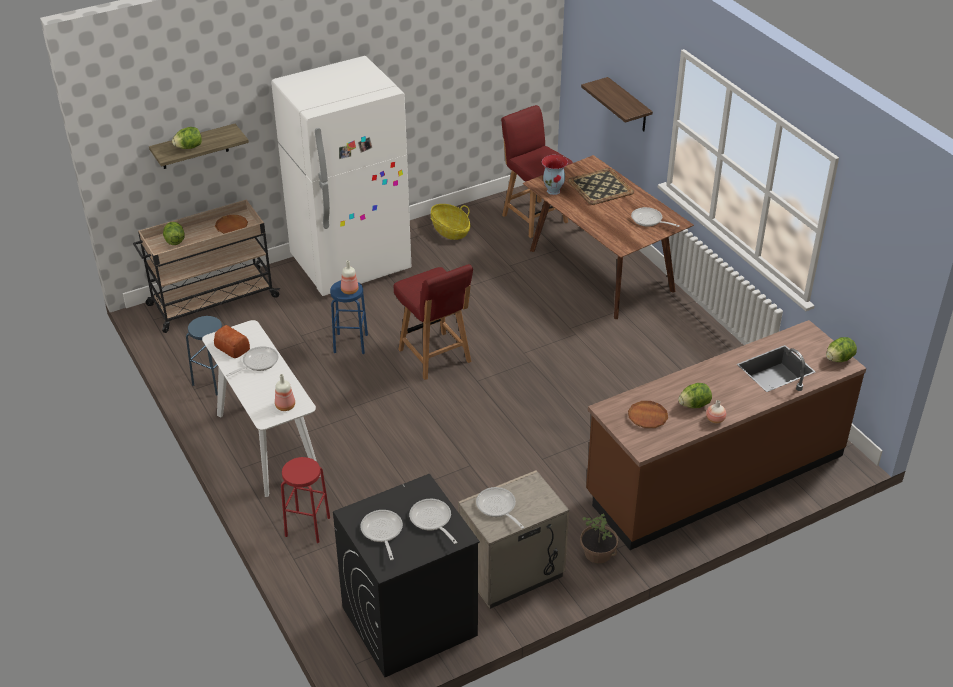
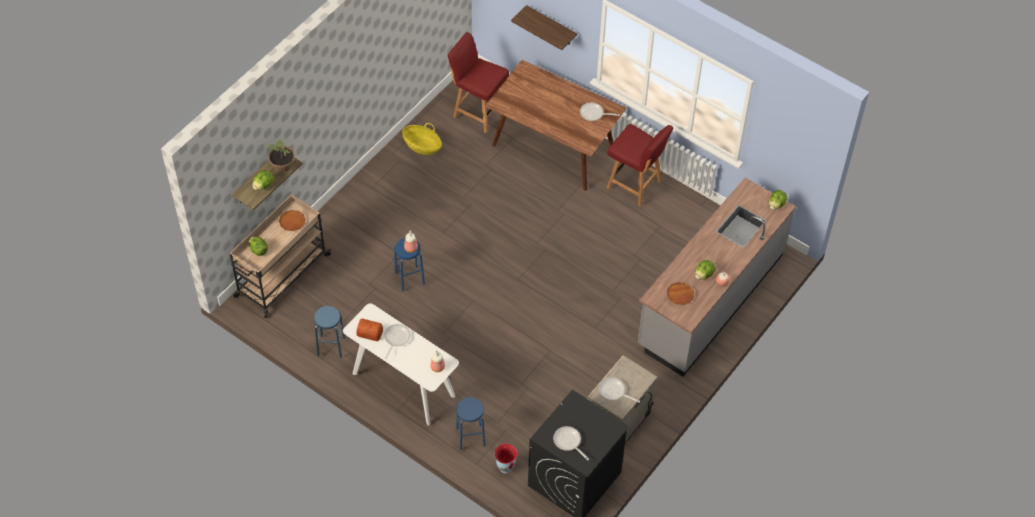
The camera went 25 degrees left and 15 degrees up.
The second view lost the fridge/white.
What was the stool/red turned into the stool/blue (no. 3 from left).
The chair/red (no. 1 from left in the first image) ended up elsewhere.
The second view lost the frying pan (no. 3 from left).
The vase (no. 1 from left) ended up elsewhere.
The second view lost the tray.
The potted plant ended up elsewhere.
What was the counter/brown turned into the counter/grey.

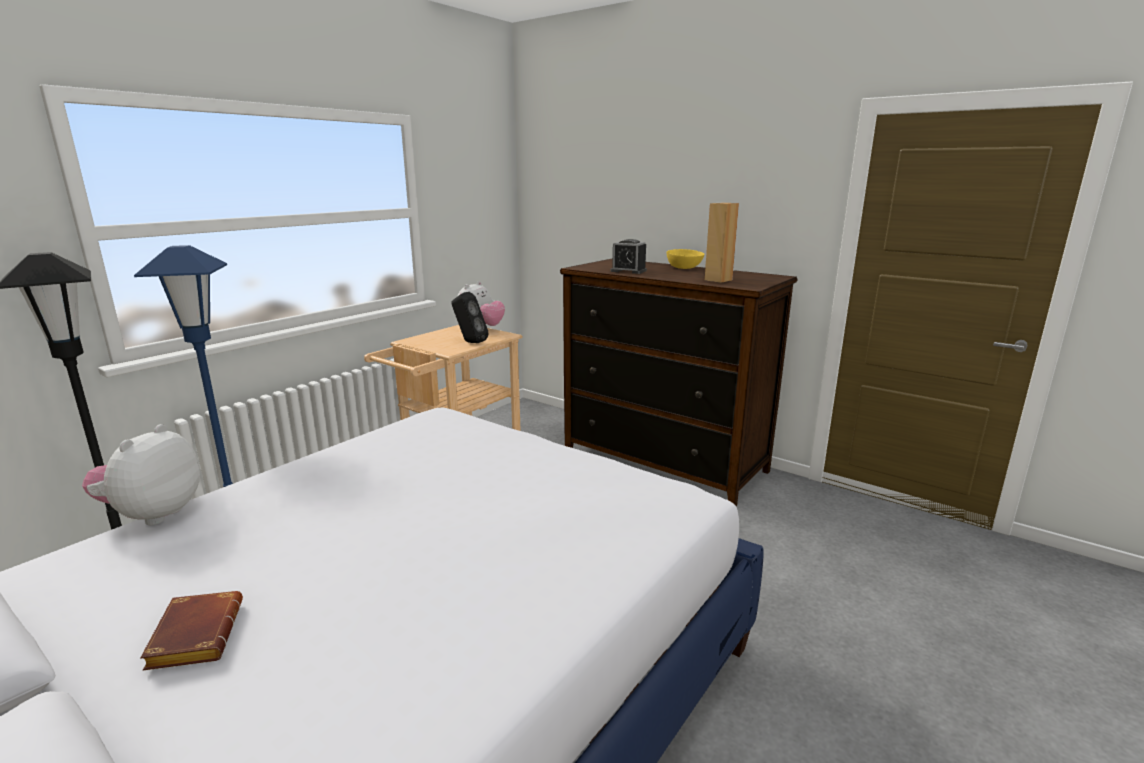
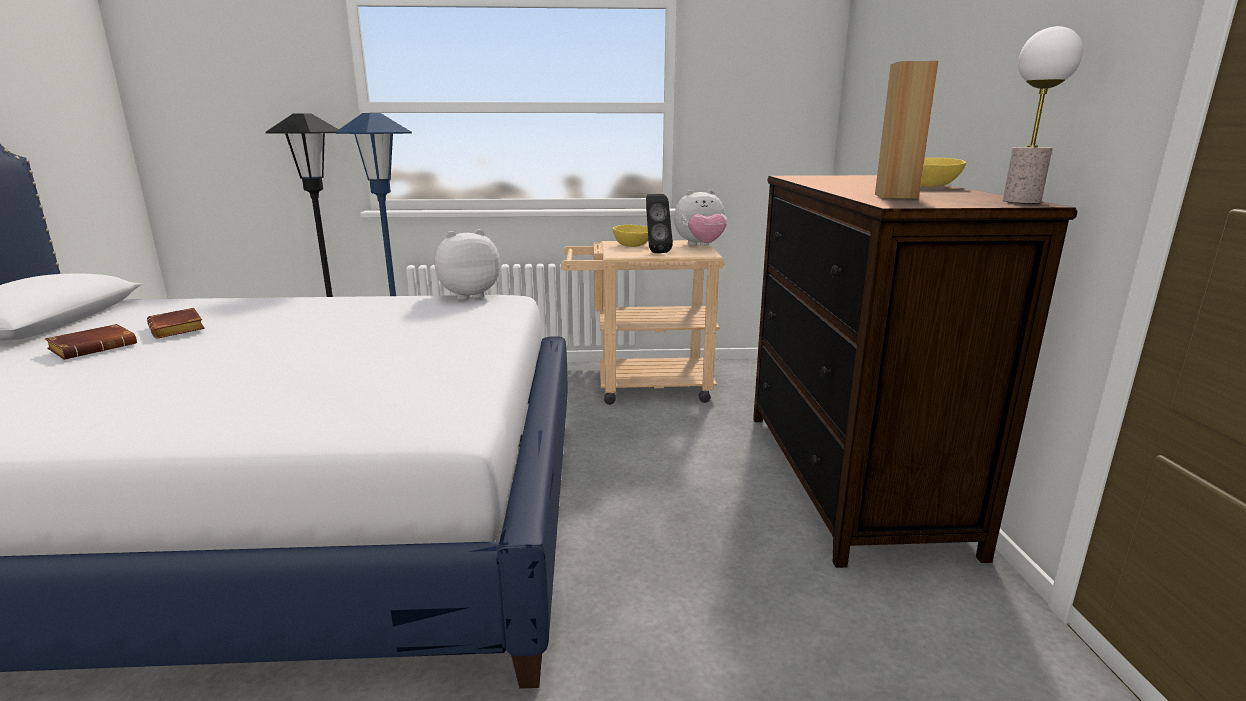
The camera went 50 degrees right and 0 degrees up.
The plush toy (no. 1 from left) ended up elsewhere.
The second view lost the alarm clock.
The second view gained the book/brown (no. 2 from left).
The second view gained the bowl/yellow (no. 1 from left).
The second view gained the table lamp.

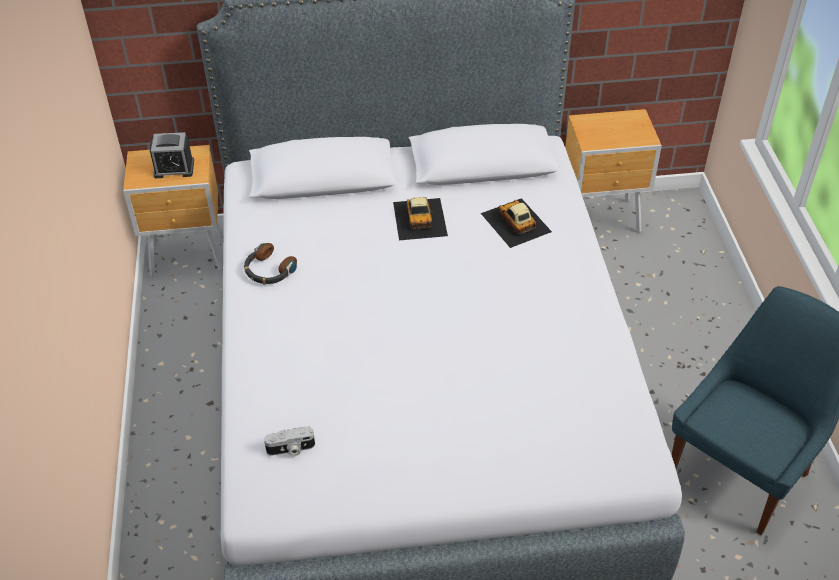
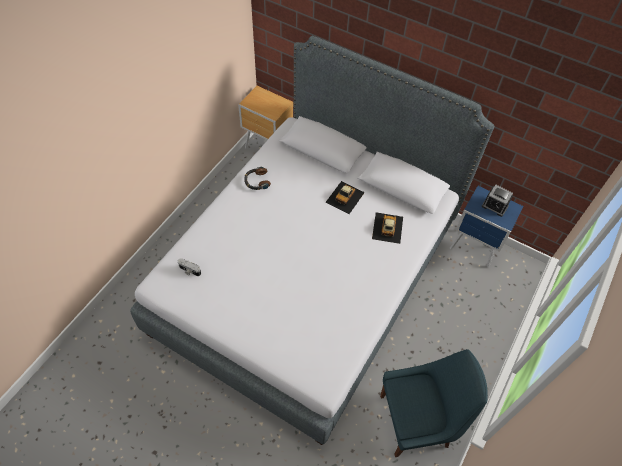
The camera went 35 degrees right and 10 degrees up.
The alarm clock ended up elsewhere.
What was the nightstand/brown (no. 2 from left) turned into the nightstand/blue.

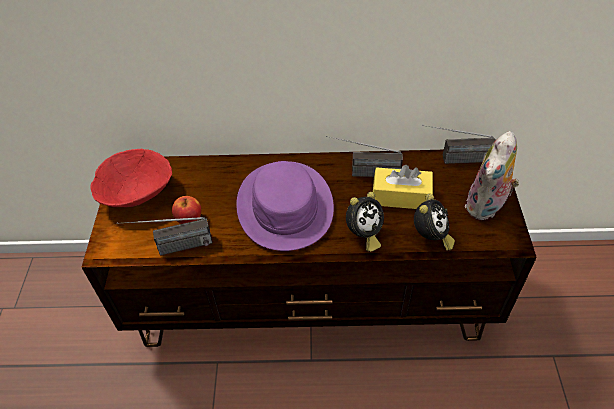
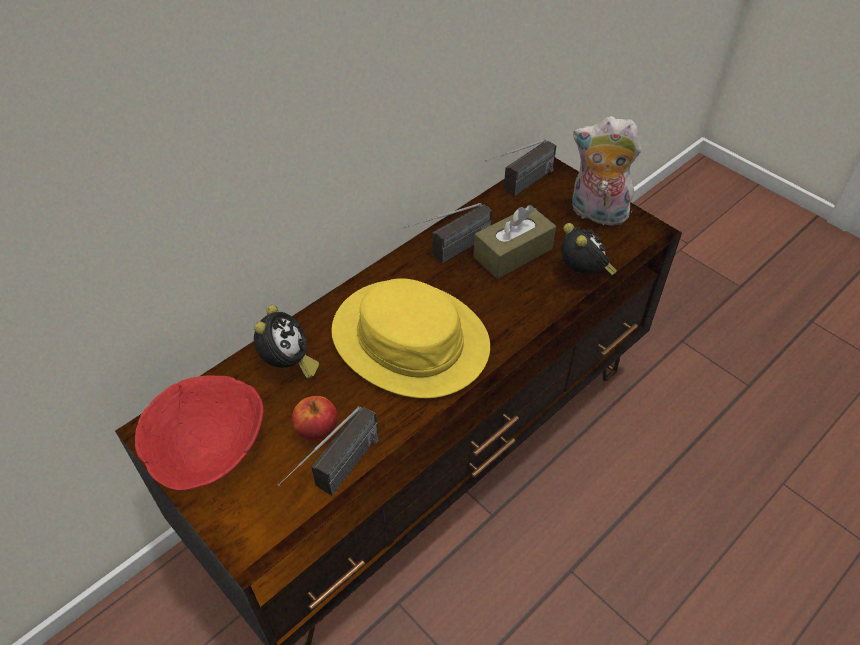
The camera went 45 degrees left and 0 degrees up.
What was the hat/purple turned into the hat/yellow.
The alarm clock (no. 1 from left) ended up elsewhere.
What was the tissue box/yellow turned into the tissue box/brown.
The plush toy ended up facing another way, 120 degrees clockwise from before.

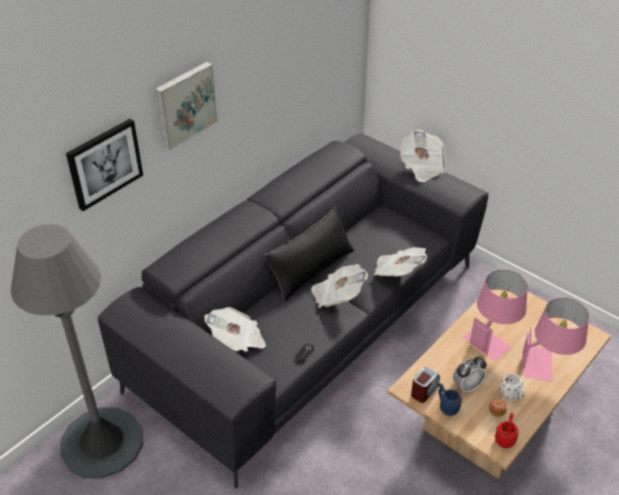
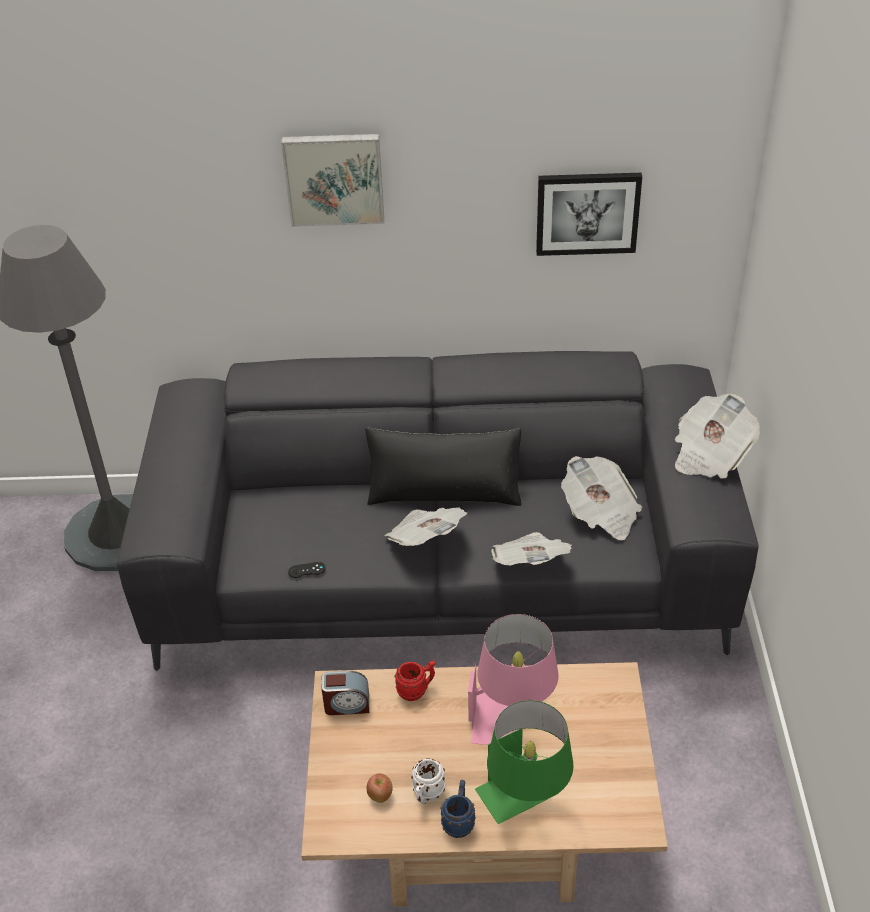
The camera went 50 degrees right and 0 degrees up.
The picture (no. 1 from left in the first image) ended up elsewhere.
The newspaper (no. 1 from left in the first image) ended up elsewhere.
The mug/blue ended up elsewhere.
The second view lost the alarm clock (no. 2 from left).
The mug/red ended up elsewhere.
What was the table lamp/pink (no. 2 from left) turned into the table lamp/green.

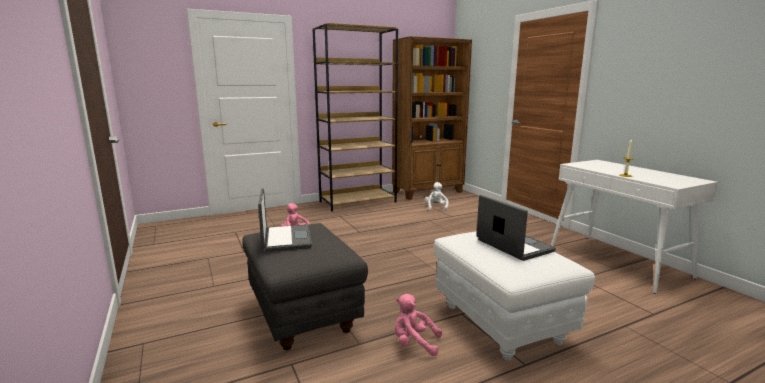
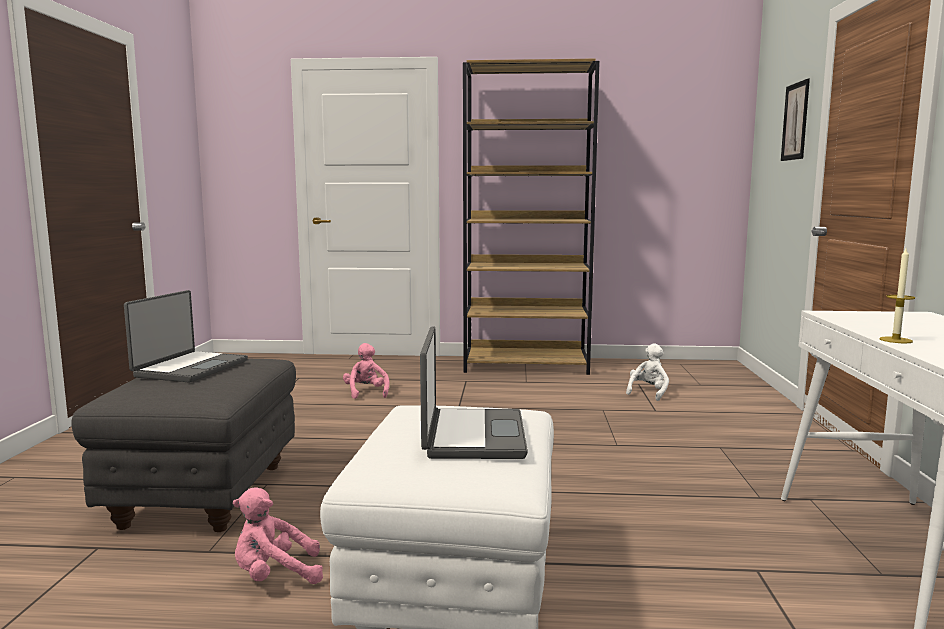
The camera went 30 degrees right and 5 degrees down.
The second view lost the bookcase/brown (no. 2 from left).
The plush toy/pink (no. 2 from left in the first image) ended up facing another way, 60 degrees counterclockwise from before.
The second view gained the picture.

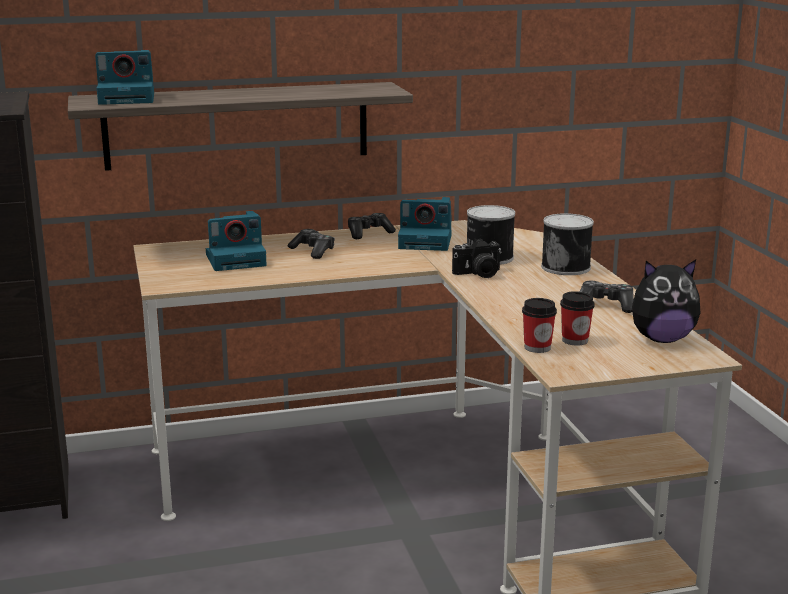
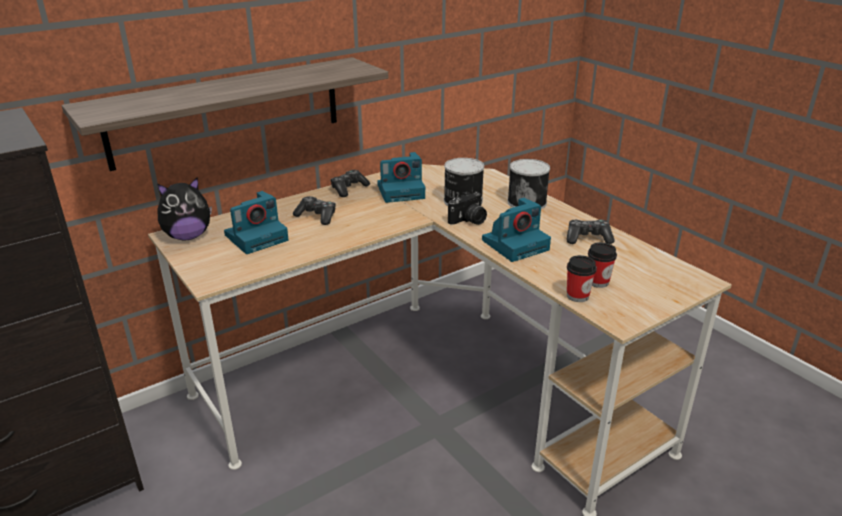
The camera went 20 degrees left and 10 degrees up.
The photo camera (no. 1 from left in the first image) ended up elsewhere.
The plush toy ended up elsewhere.

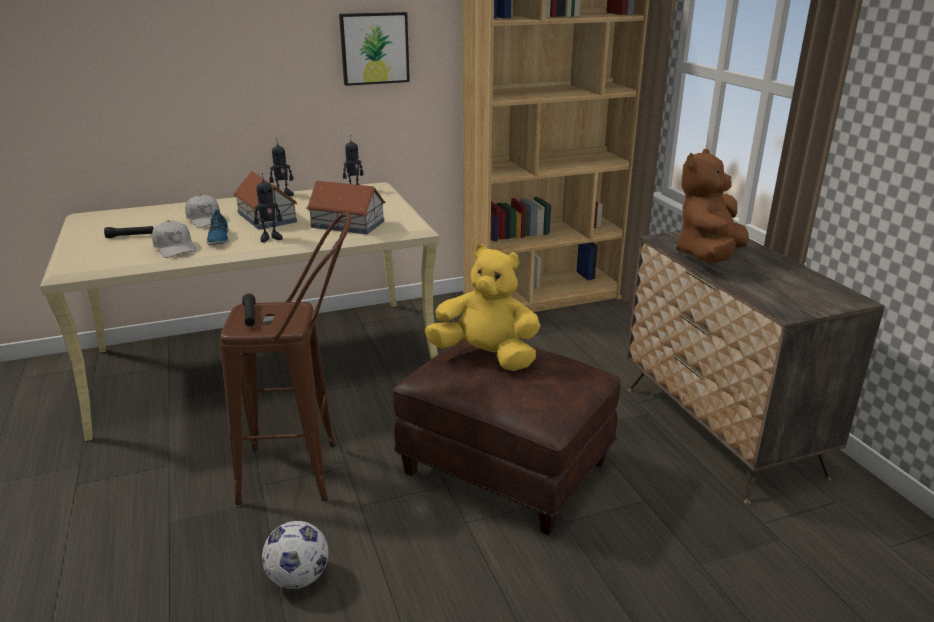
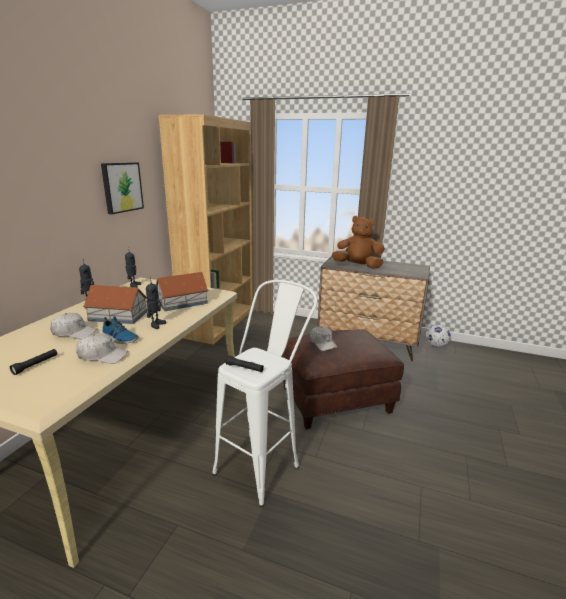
The camera went 50 degrees left and 5 degrees down.
What was the stool/brown turned into the stool/white.
The football ended up elsewhere.
Where the plush toy/yellow stood, the cap/white (no. 3 from left) came to stand.
The plush toy/brown ended up facing another way, 120 degrees clockwise from before.

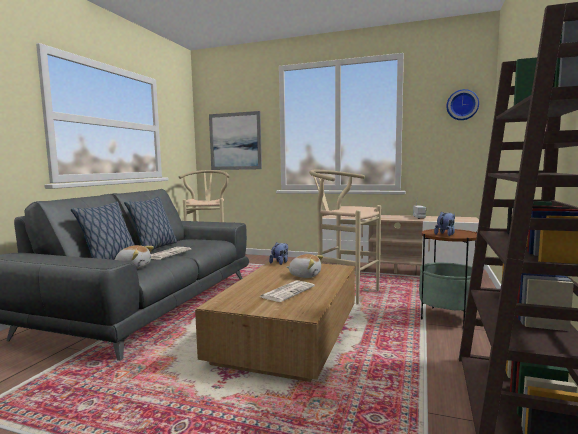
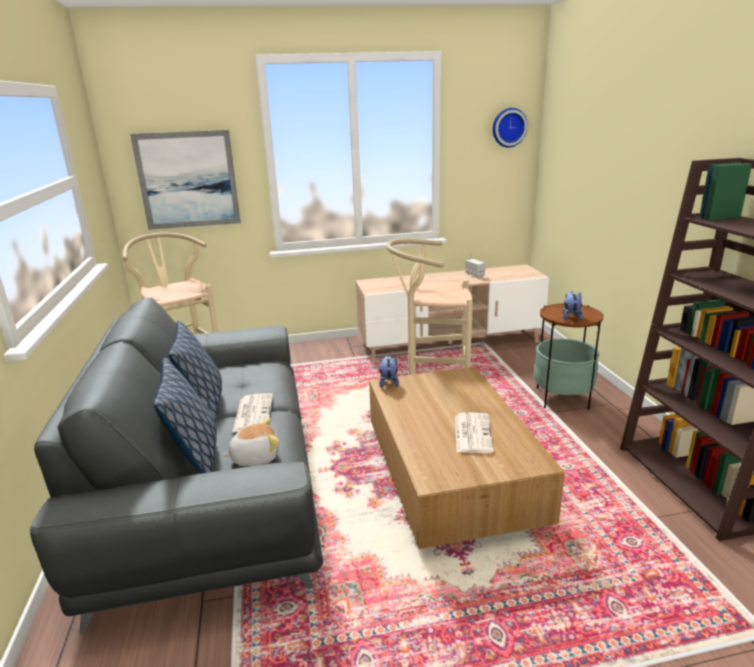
The camera went 30 degrees left and 15 degrees up.
The second view lost the plush toy (no. 3 from left).

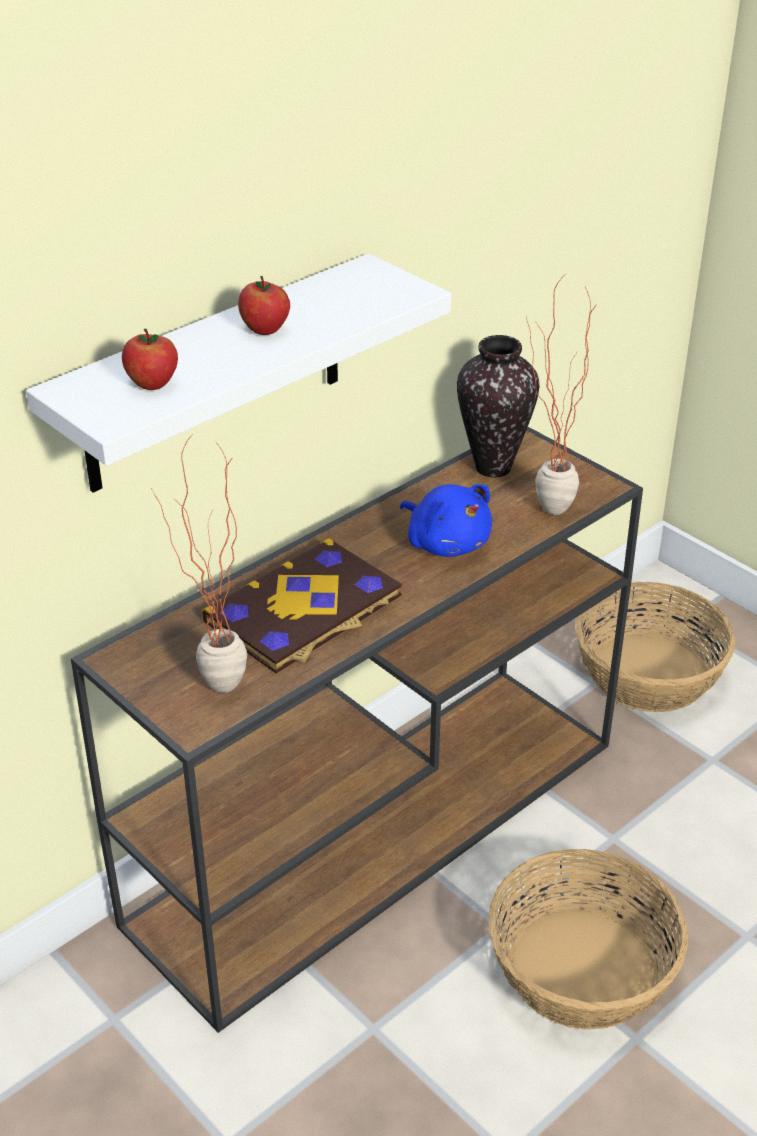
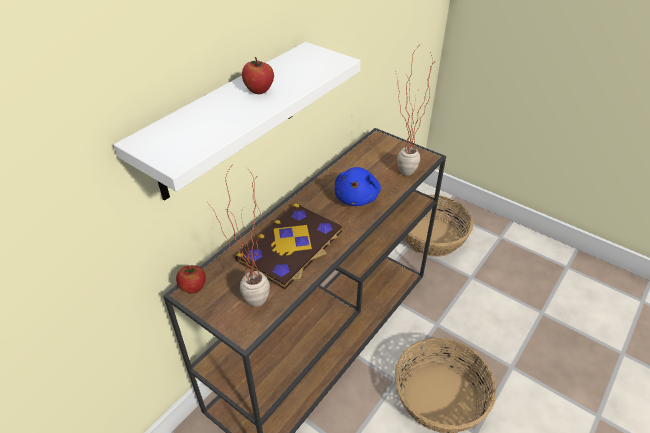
The camera went 10 degrees left and 5 degrees up.
The apple (no. 1 from left) ended up elsewhere.
The plush toy/blue ended up facing another way, 60 degrees clockwise from before.
The second view lost the vase.

